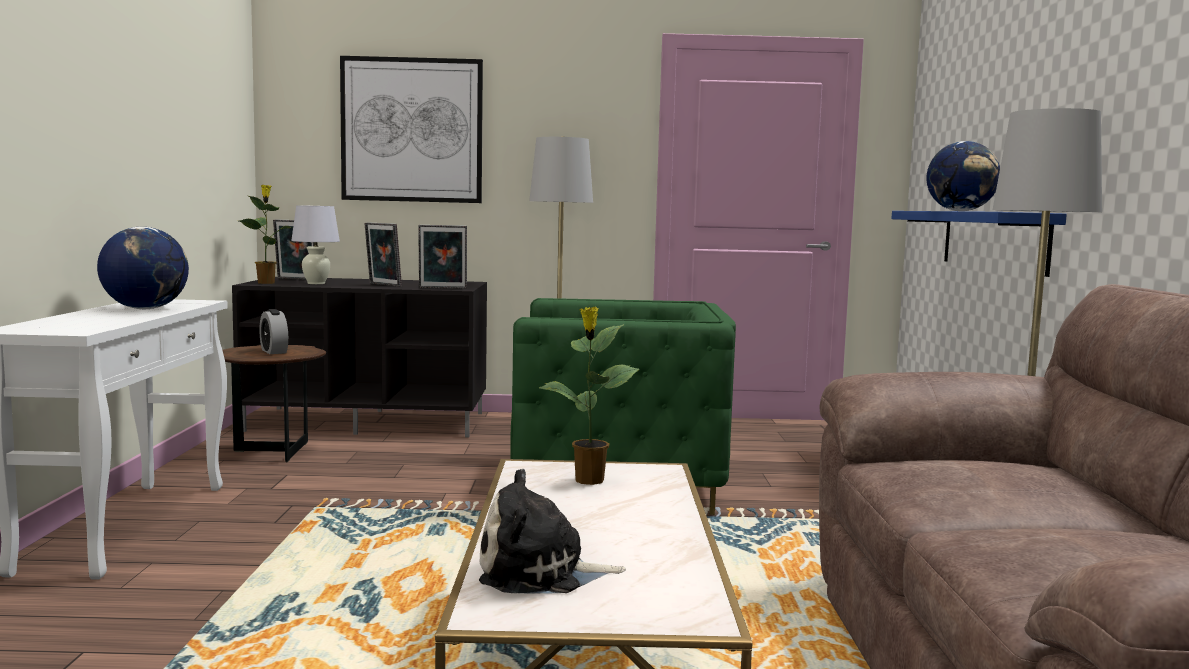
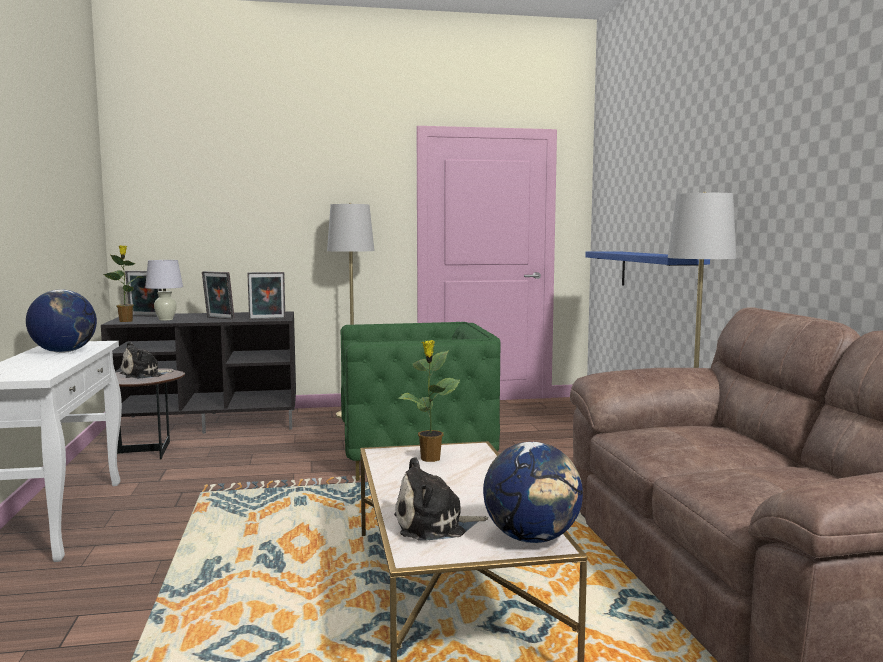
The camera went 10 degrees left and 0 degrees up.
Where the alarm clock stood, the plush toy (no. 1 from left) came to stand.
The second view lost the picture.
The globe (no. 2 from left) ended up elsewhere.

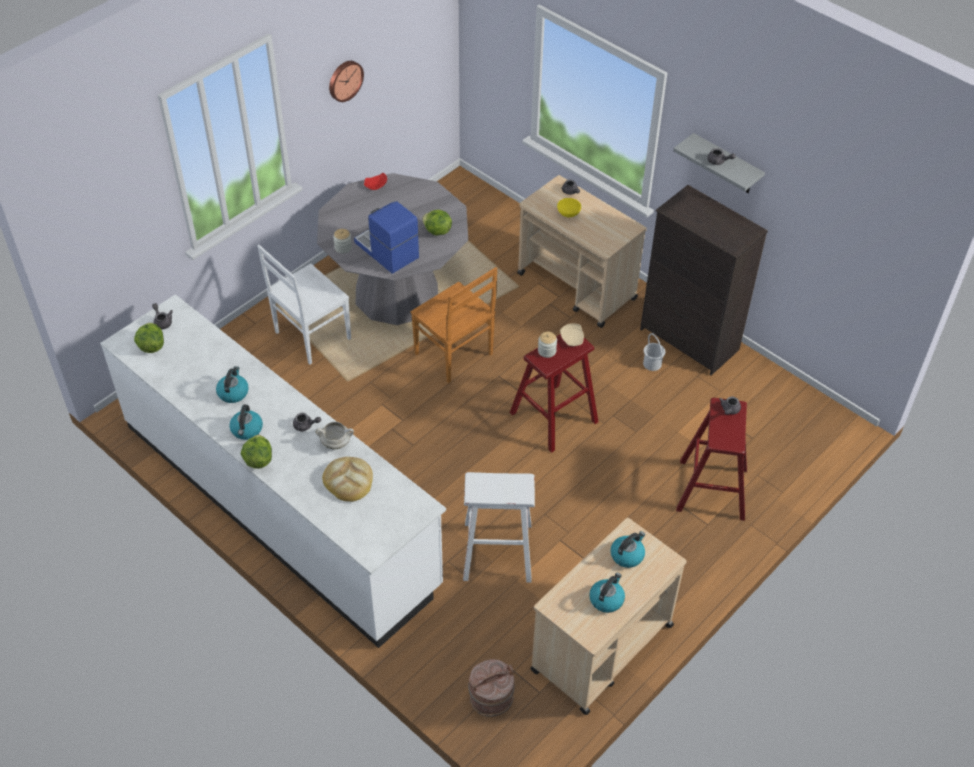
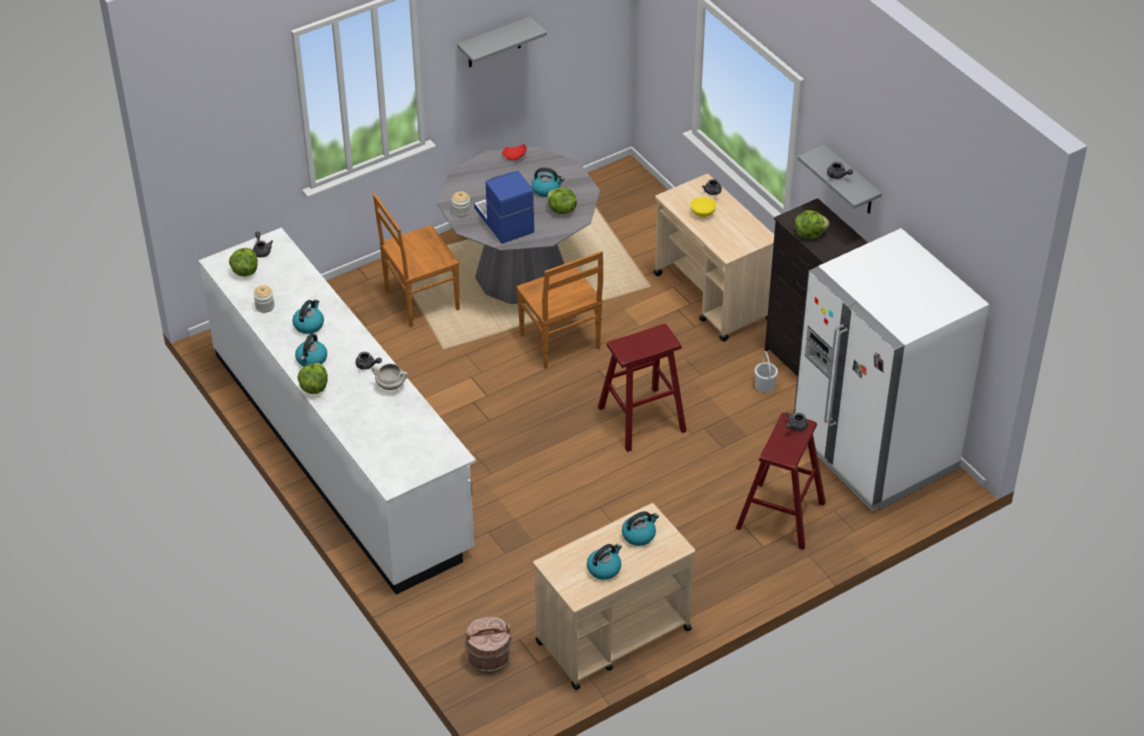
The camera went 15 degrees right and 5 degrees down.
What was the chair/white turned into the chair/brown (no. 1 from left).
The second view lost the bread.
Where the wall clock hung, the shelf/grey (no. 1 from left) came to hang.
The second view lost the stool/white.
The jar (no. 2 from left in the first image) ended up elsewhere.
The second view lost the plate/beige.
The second view gained the kettle (no. 3 from left).
The second view gained the fridge/white.
The second view gained the lettuce (no. 4 from left).

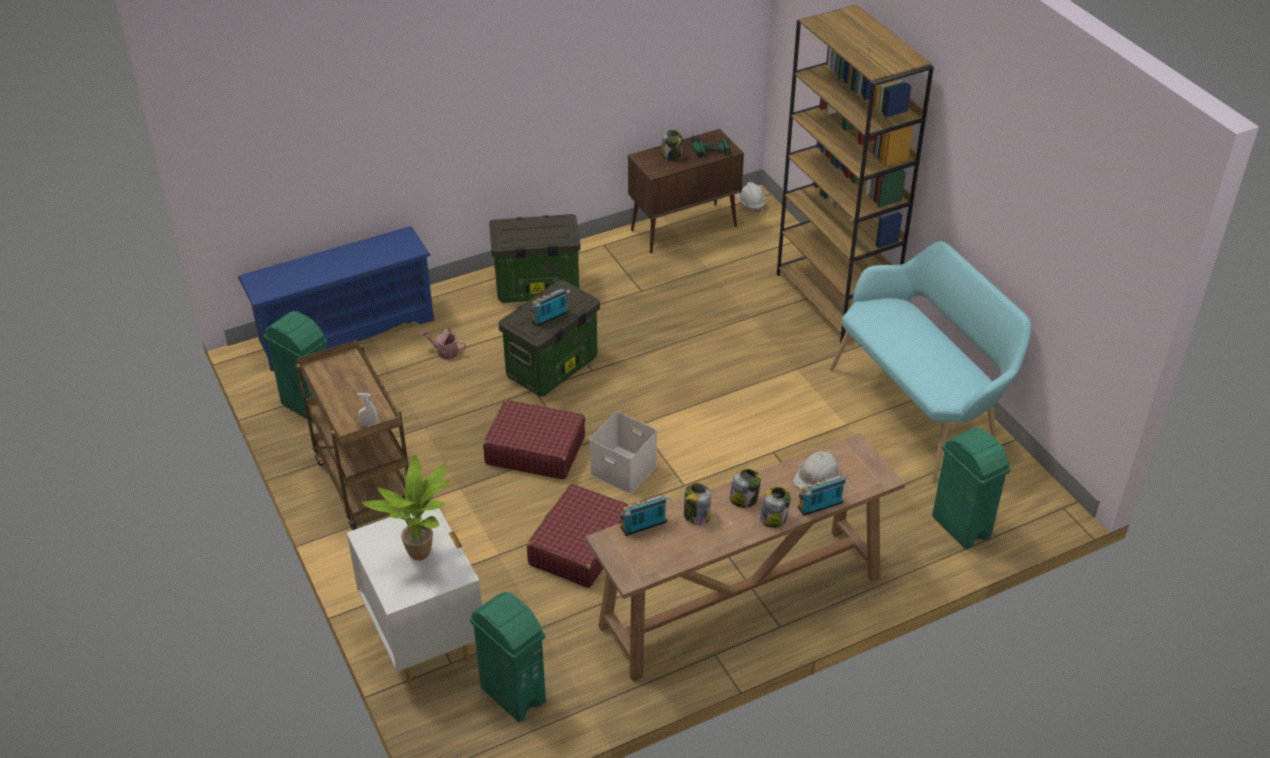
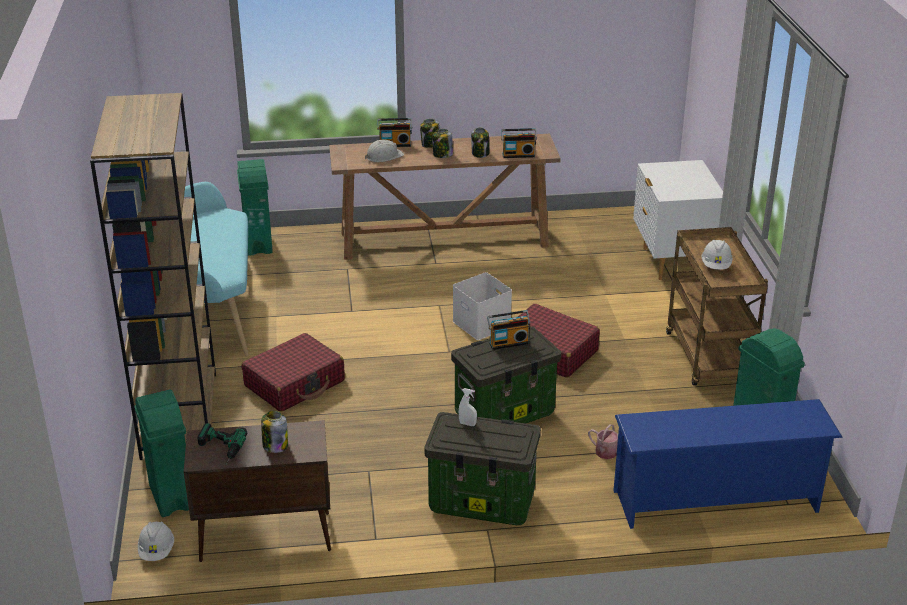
The camera went 160 degrees left and 10 degrees down.
The spray bottle/white ended up elsewhere.
The second view lost the potted plant.
The trash can/green (no. 2 from left in the first image) ended up elsewhere.
The suitcase/red (no. 2 from left in the first image) ended up elsewhere.
The second view gained the hard hat/white (no. 3 from left).

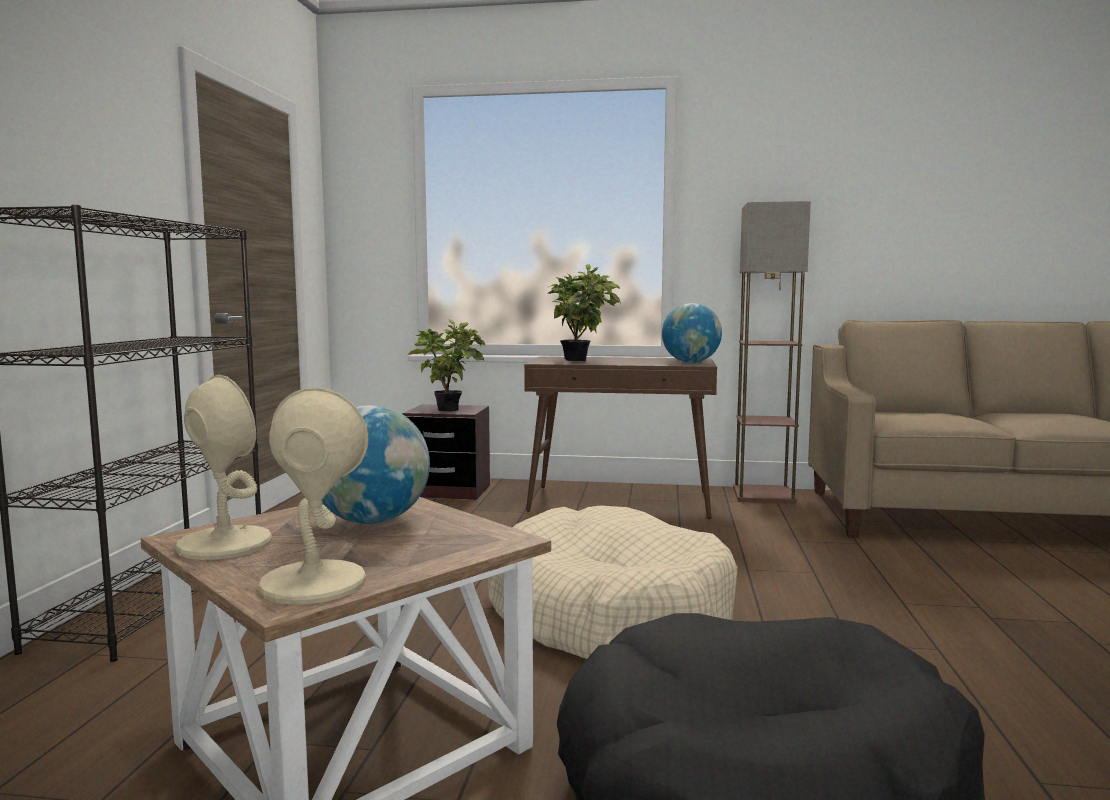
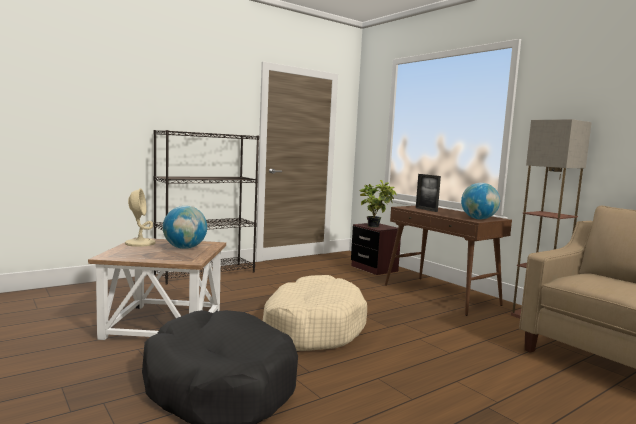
The camera went 45 degrees right and 0 degrees up.
The second view lost the table lamp/beige (no. 2 from left).
Where the potted plant (no. 2 from left) stood, the picture frame came to stand.

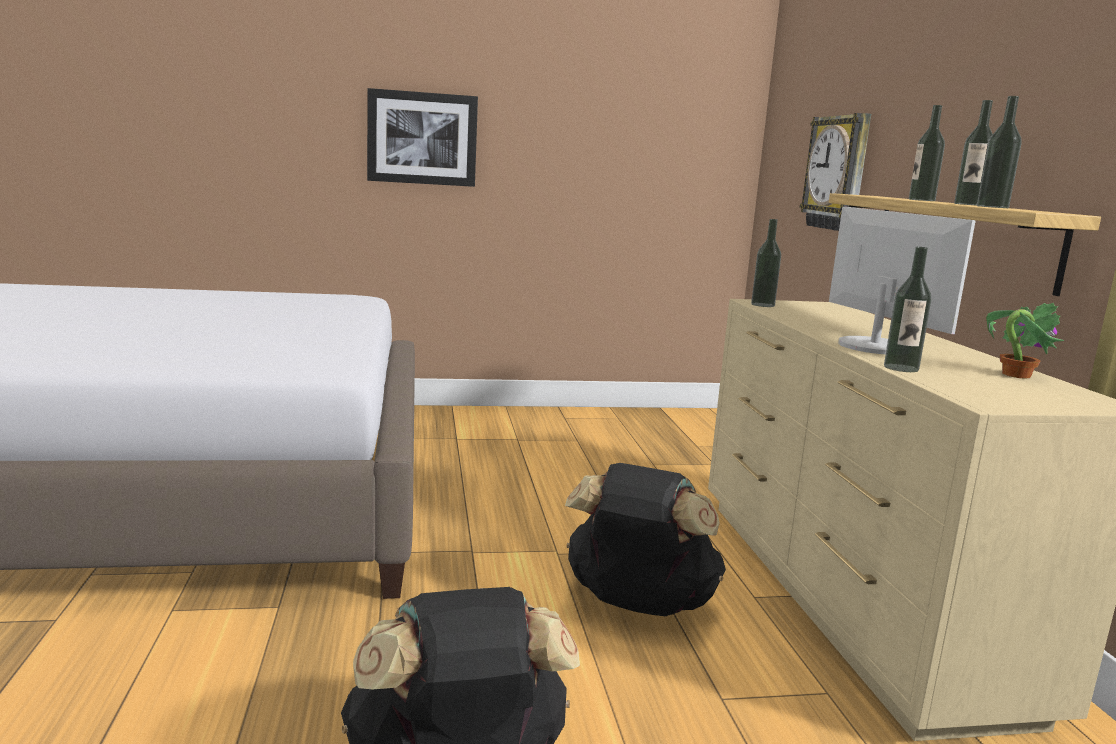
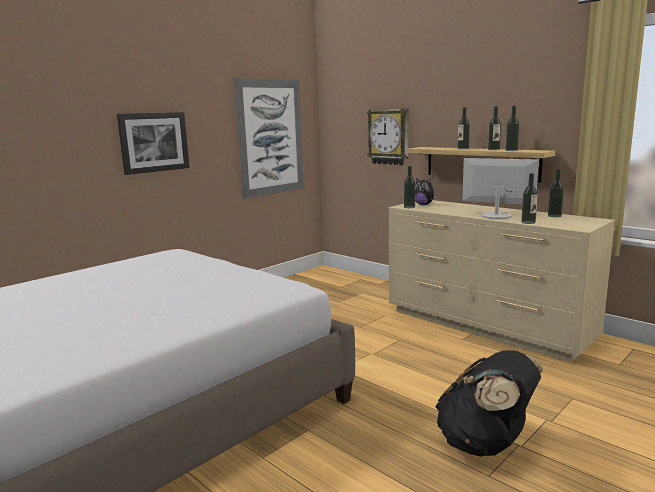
The camera went 35 degrees left and 0 degrees up.
The second view lost the backpack/black (no. 2 from left).
Where the potted plant stood, the bottle (no. 6 from left) came to stand.
The second view gained the picture (no. 2 from left).
The second view gained the plush toy.

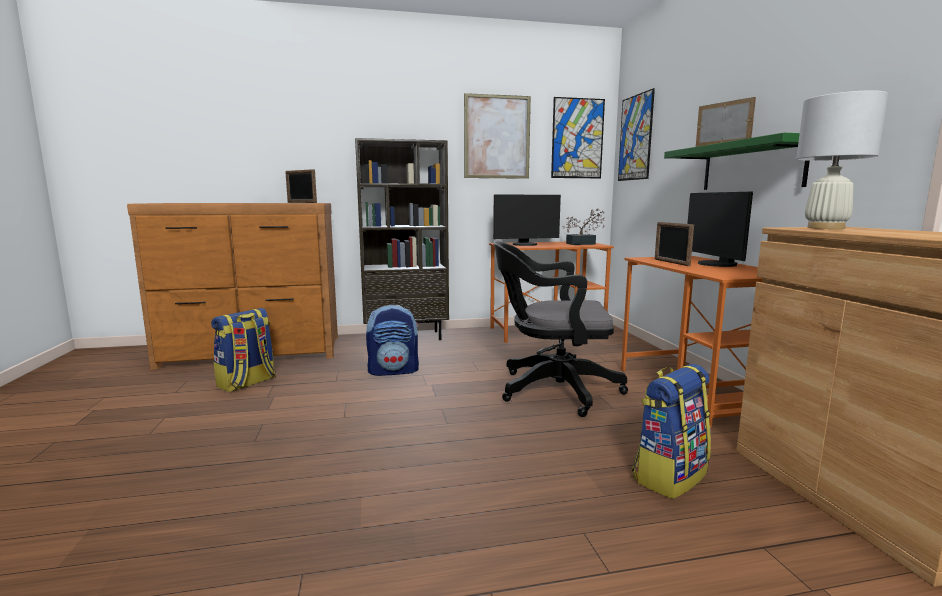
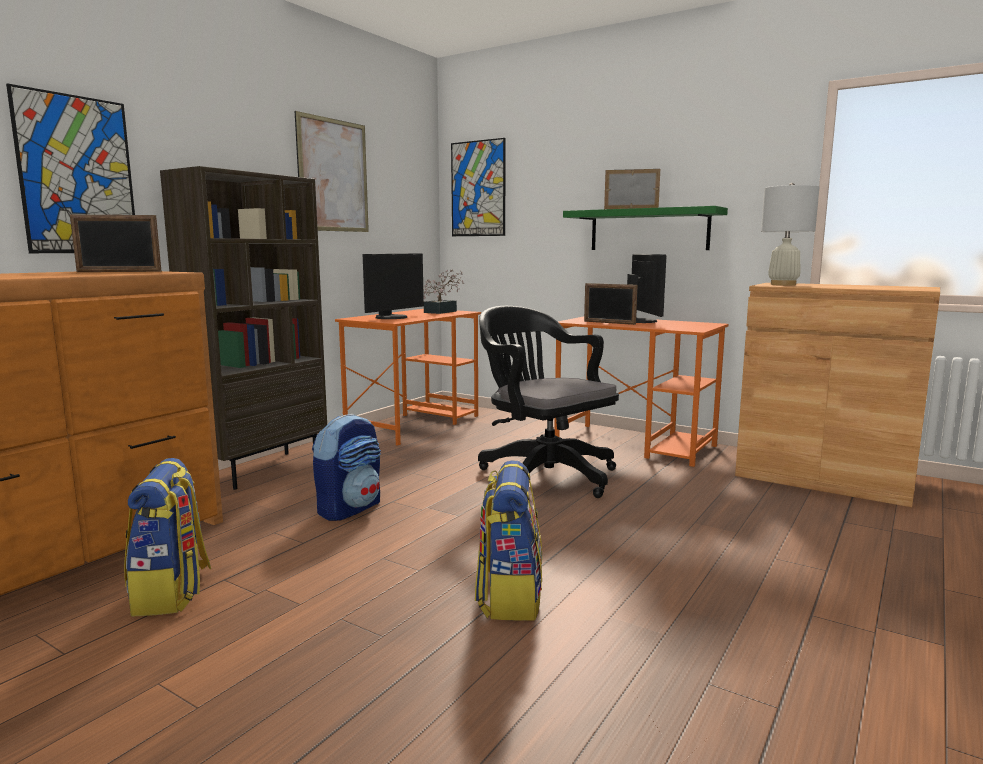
The camera went 45 degrees left and 0 degrees up.
The office chair/black ended up facing another way, 90 degrees clockwise from before.
The picture (no. 2 from left in the first image) ended up elsewhere.
The backpack (no. 3 from left) ended up elsewhere.
The monitor (no. 2 from left) ended up facing another way, 135 degrees counterclockwise from before.

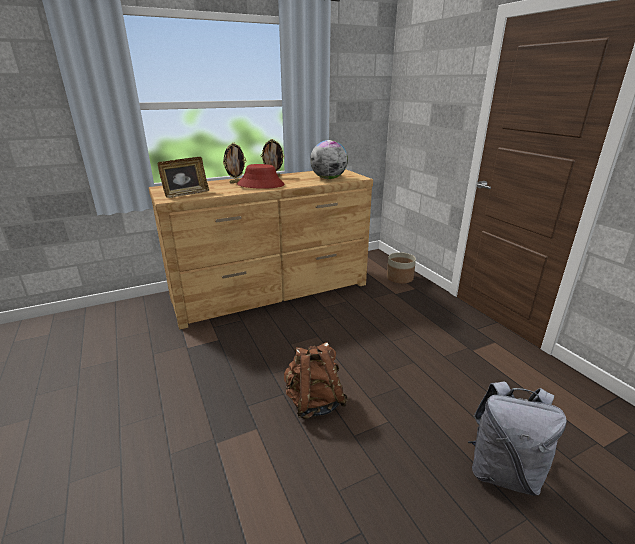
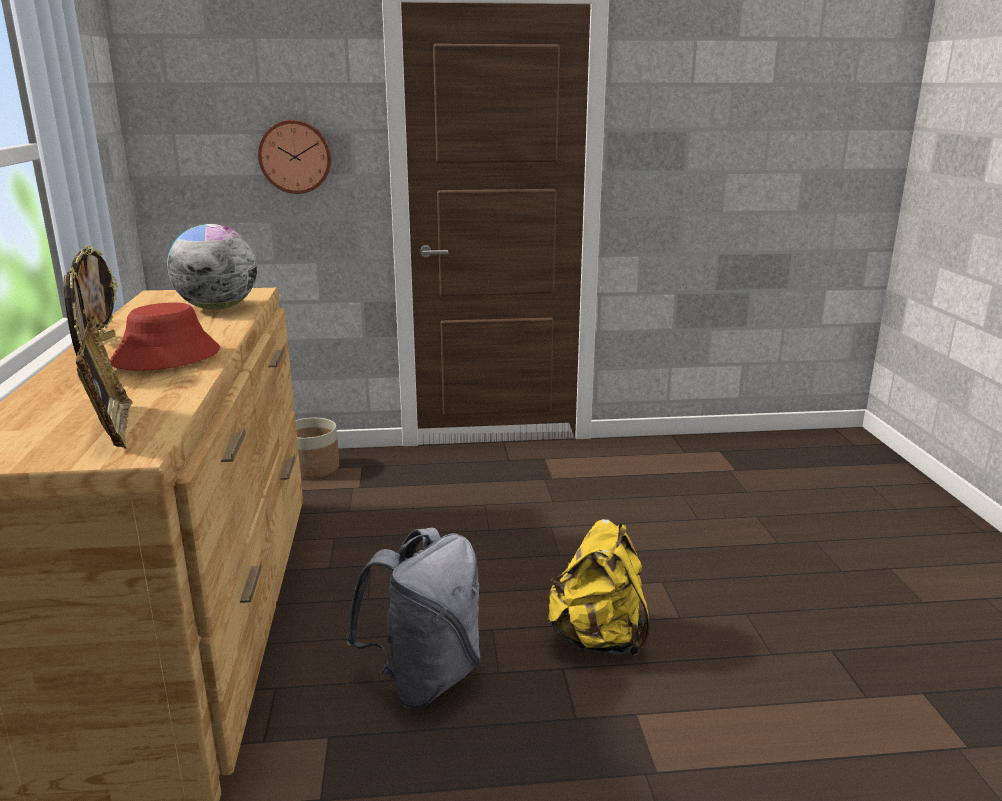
The camera went 70 degrees left and 5 degrees down.
What was the backpack/brown turned into the backpack/yellow.
The backpack/grey ended up elsewhere.
The second view gained the wall clock.

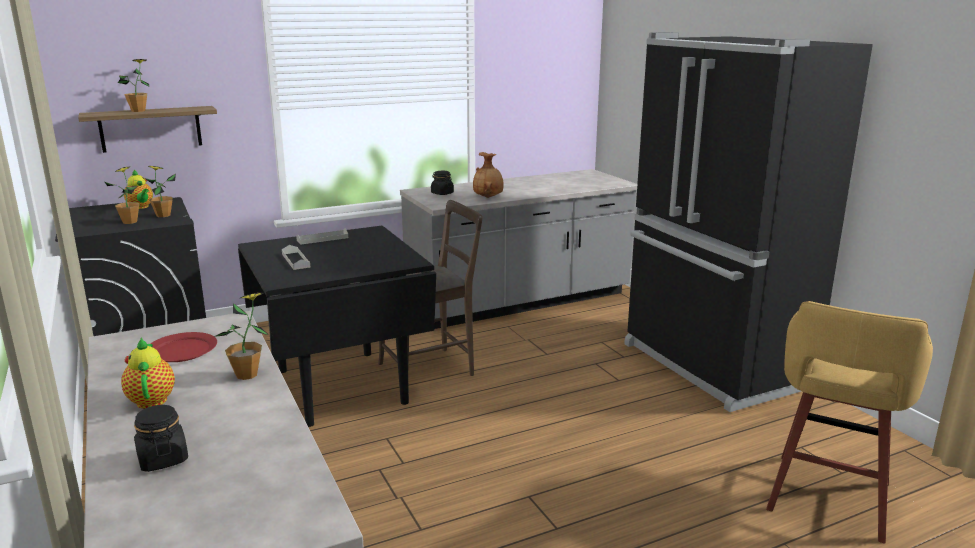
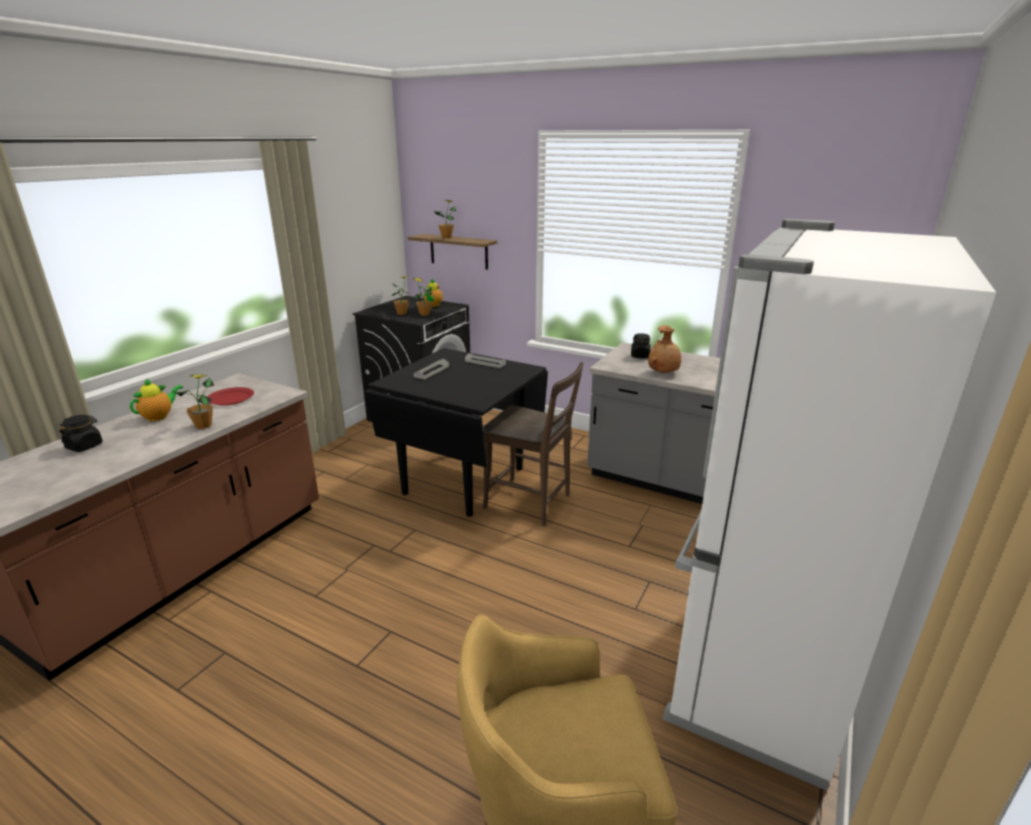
The camera went 55 degrees right and 5 degrees up.
What was the fridge/black turned into the fridge/white.

